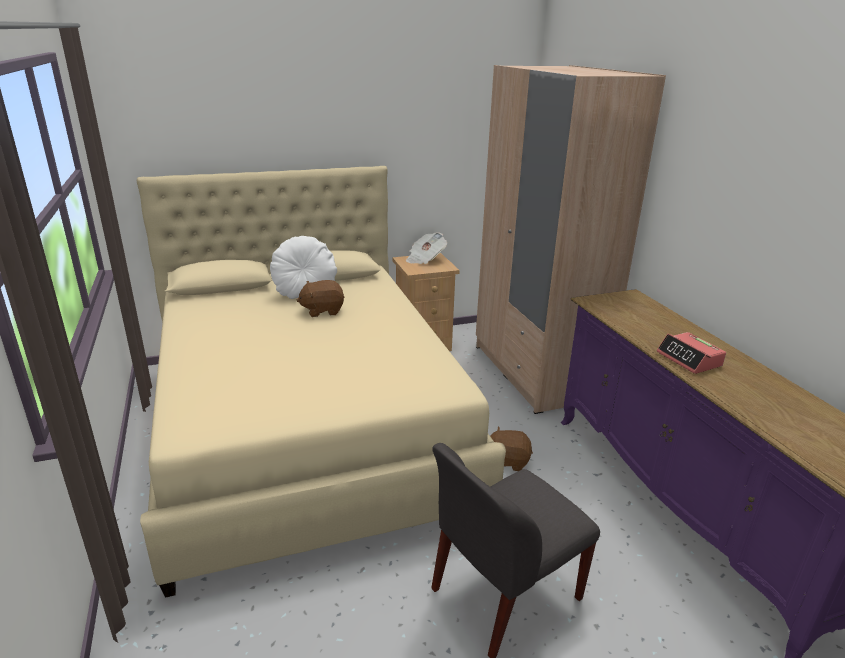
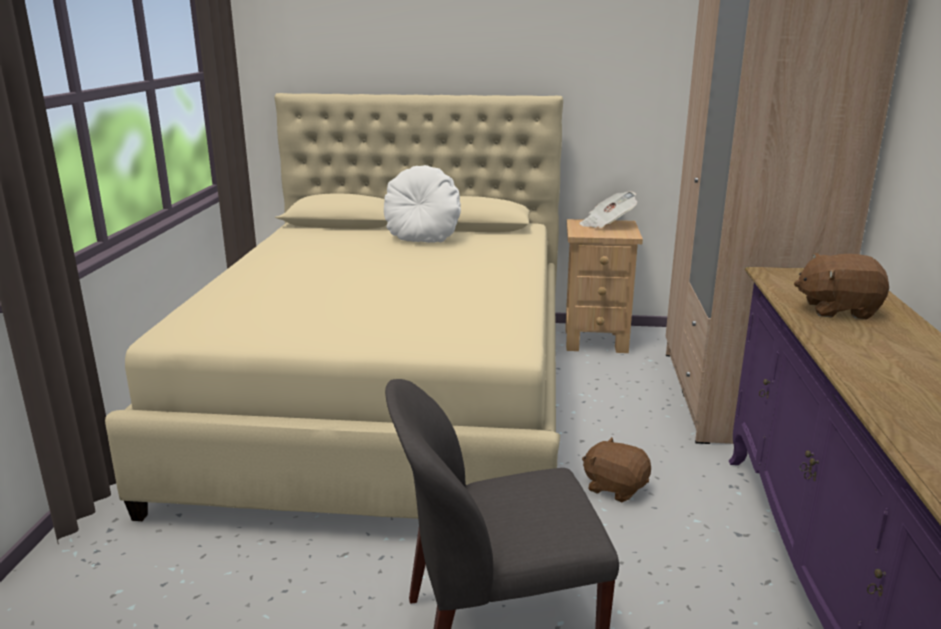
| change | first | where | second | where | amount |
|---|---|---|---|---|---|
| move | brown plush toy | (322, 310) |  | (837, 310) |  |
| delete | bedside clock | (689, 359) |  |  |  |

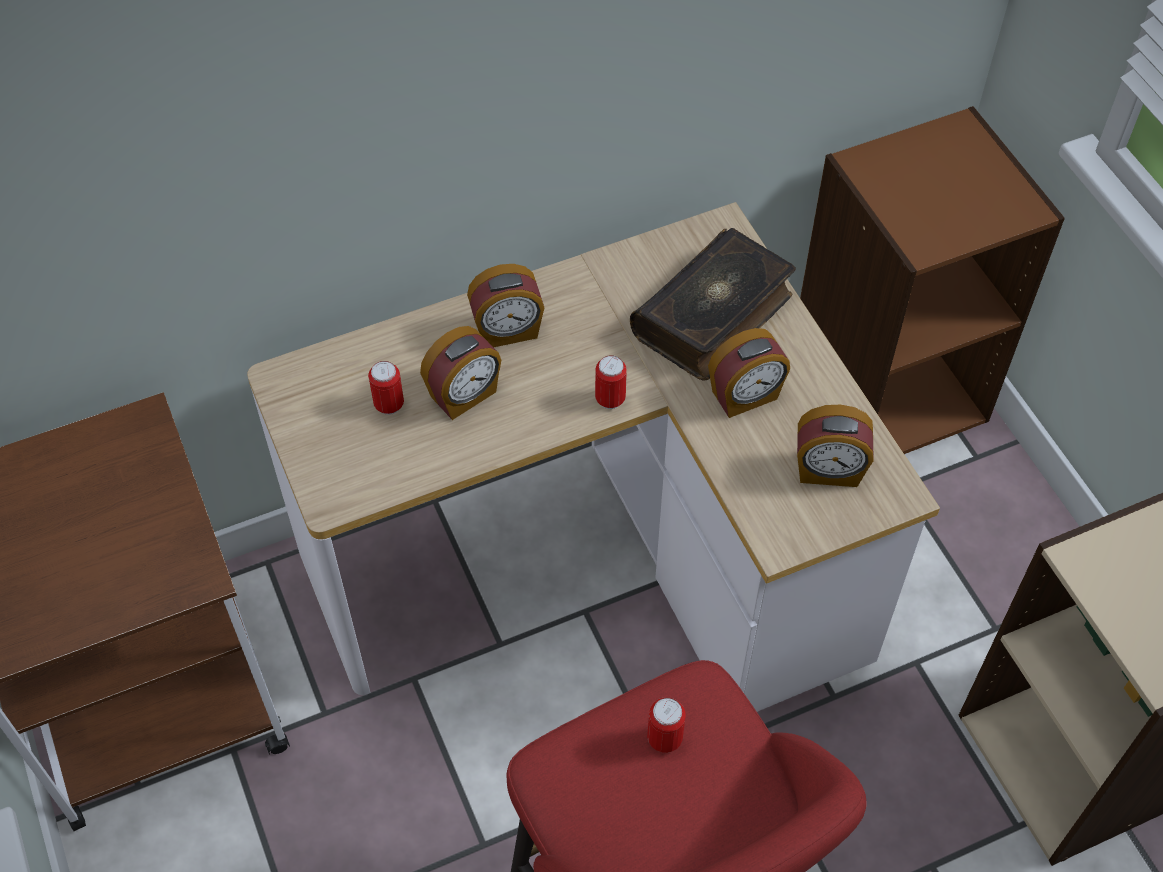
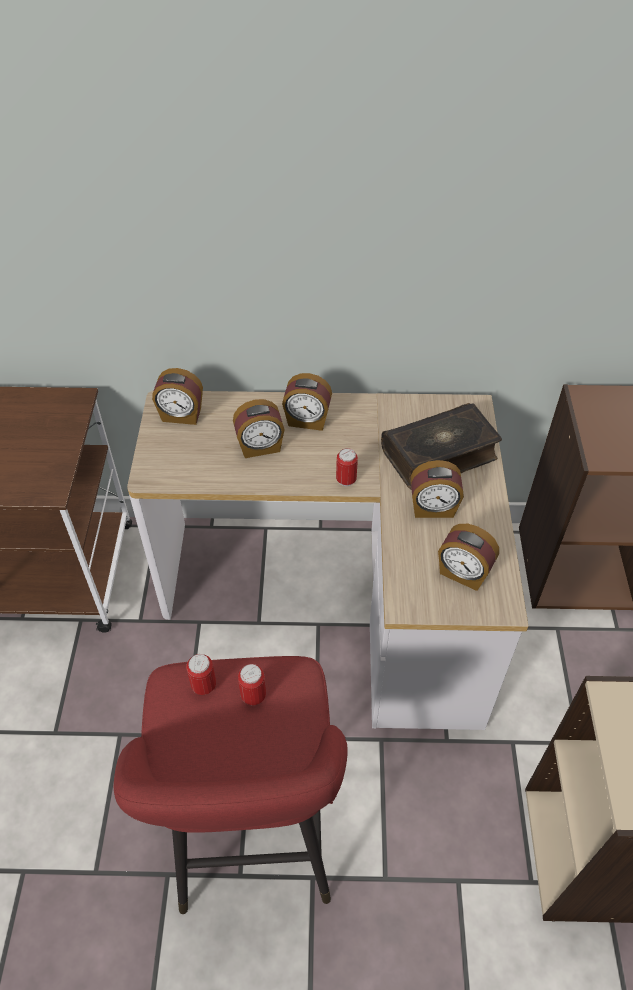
| change | first | where | second | where | amount |
|---|---|---|---|---|---|
| insert |  |  | bedside clock | (181, 416) |  |
| move | can | (389, 405) |  | (204, 685) |  |

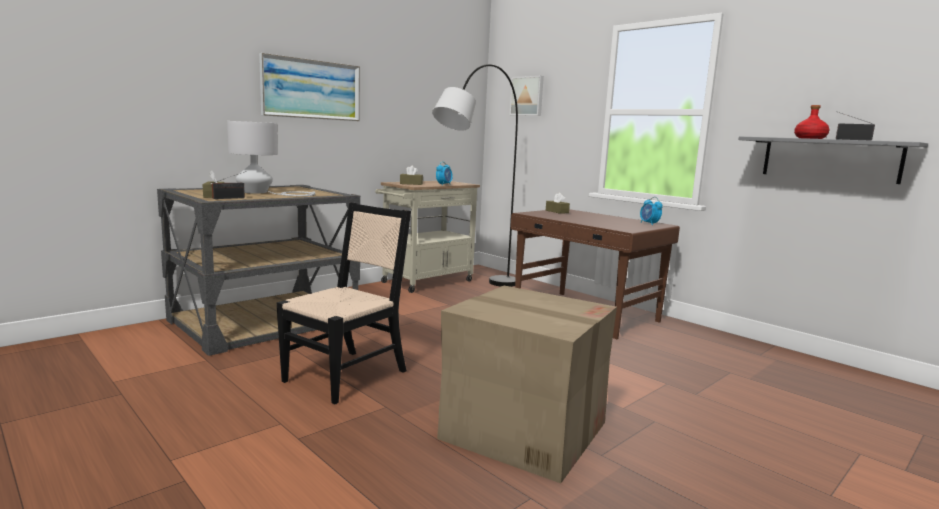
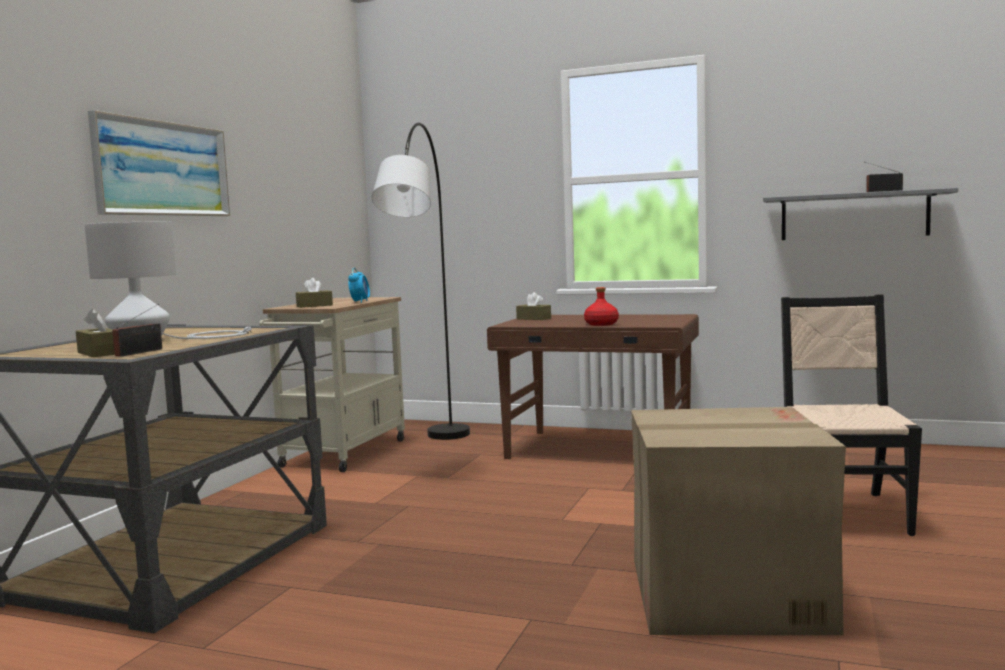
| change | first | where | second | where | amount |
|---|---|---|---|---|---|
| move | red bottle | (809, 138) |  | (601, 324) |  |
| move | upright chair | (345, 376) |  | (844, 513) |  |
| delete | picture | (527, 96) |  |  |  |
| delete | bedside clock | (649, 224) |  |  |  |

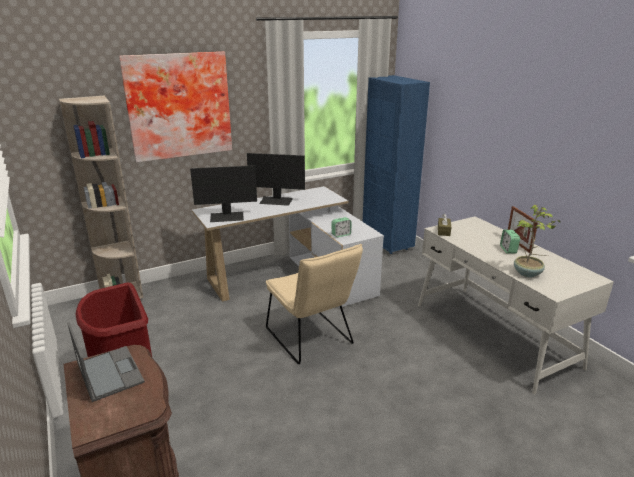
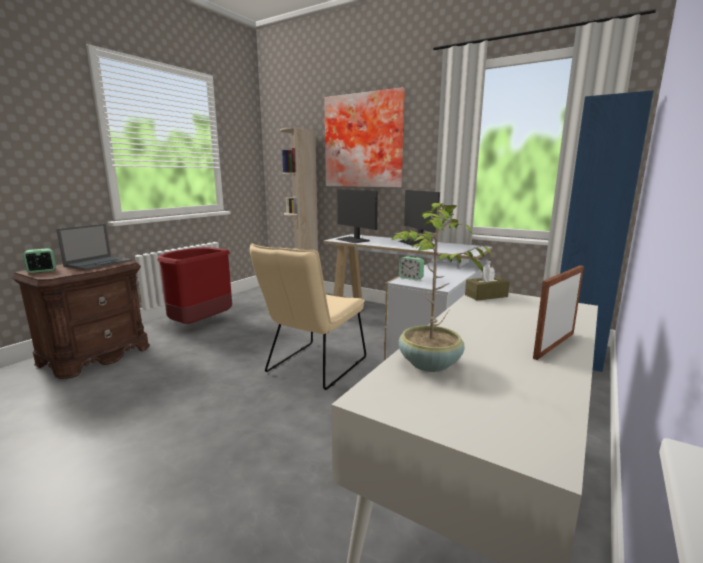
| change | first | where | second | where | amount |
|---|---|---|---|---|---|
| move | bedside clock | (508, 250) |  | (42, 271) |  |

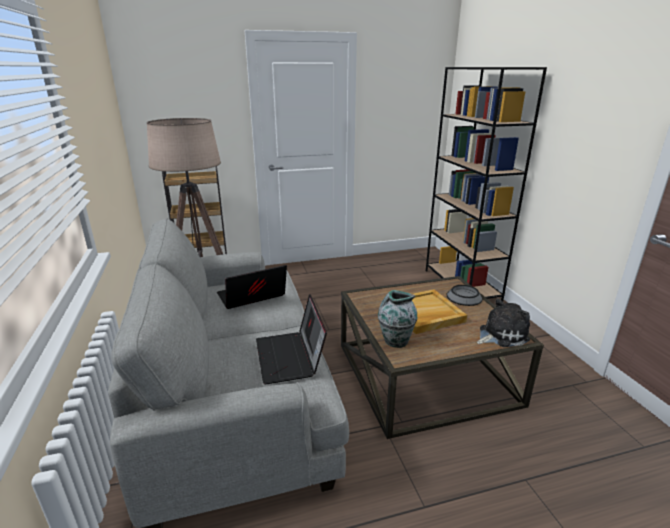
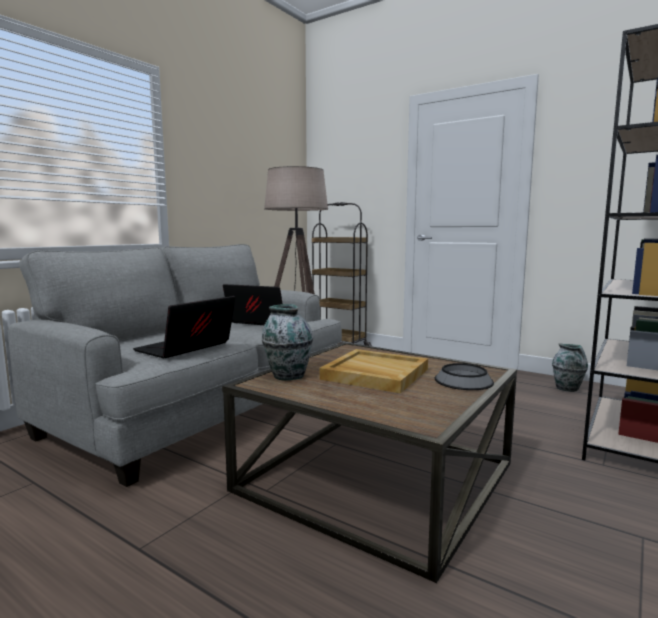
| change | first | where | second | where | amount |
|---|---|---|---|---|---|
| insert |  |  | vase | (567, 389) |  |
| delete | plush toy | (500, 335) |  |  |  |

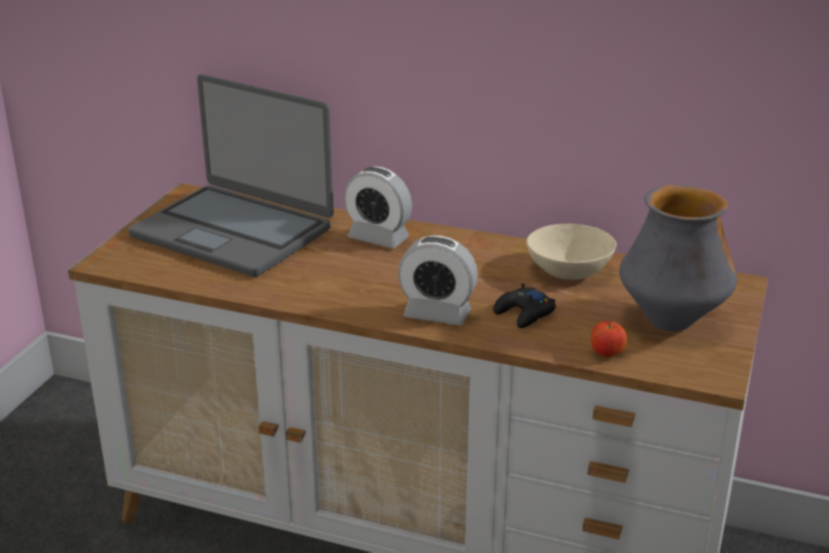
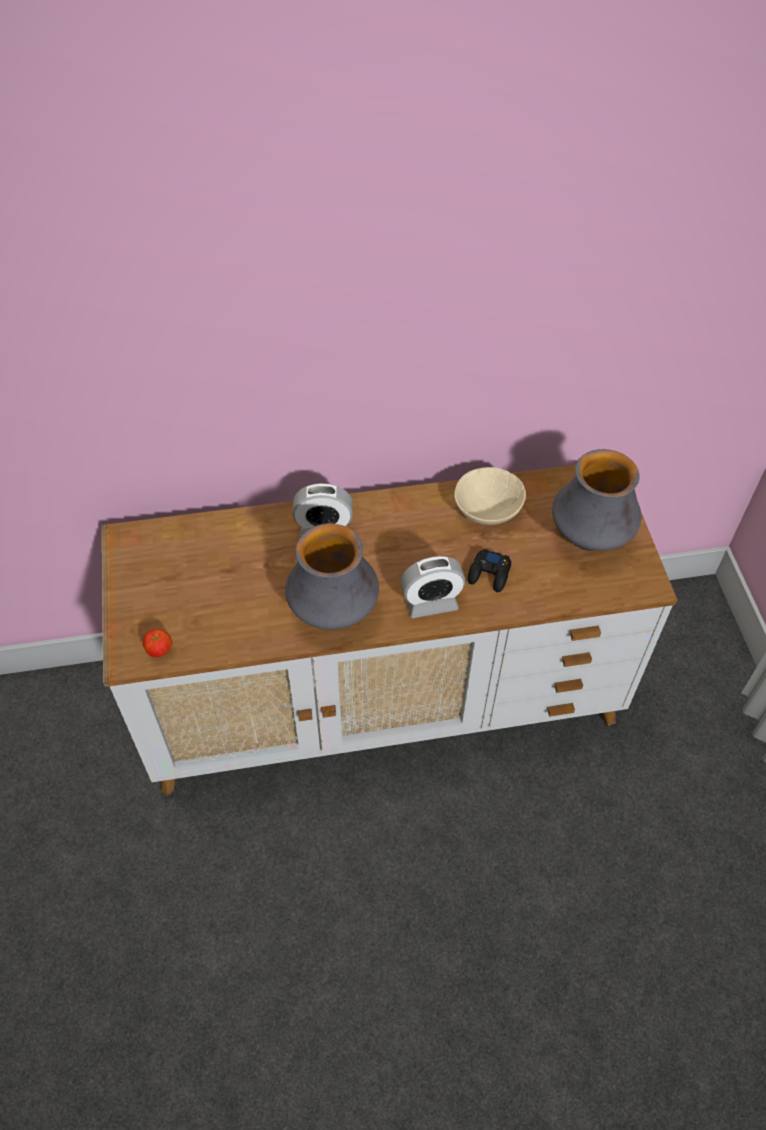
| change | first | where | second | where | amount |
|---|---|---|---|---|---|
| move | whole apple | (607, 354) |  | (160, 650) |  |
| insert |  |  | vase | (333, 613) |  |
| delete | notebook computer | (233, 231) |  |  |  |

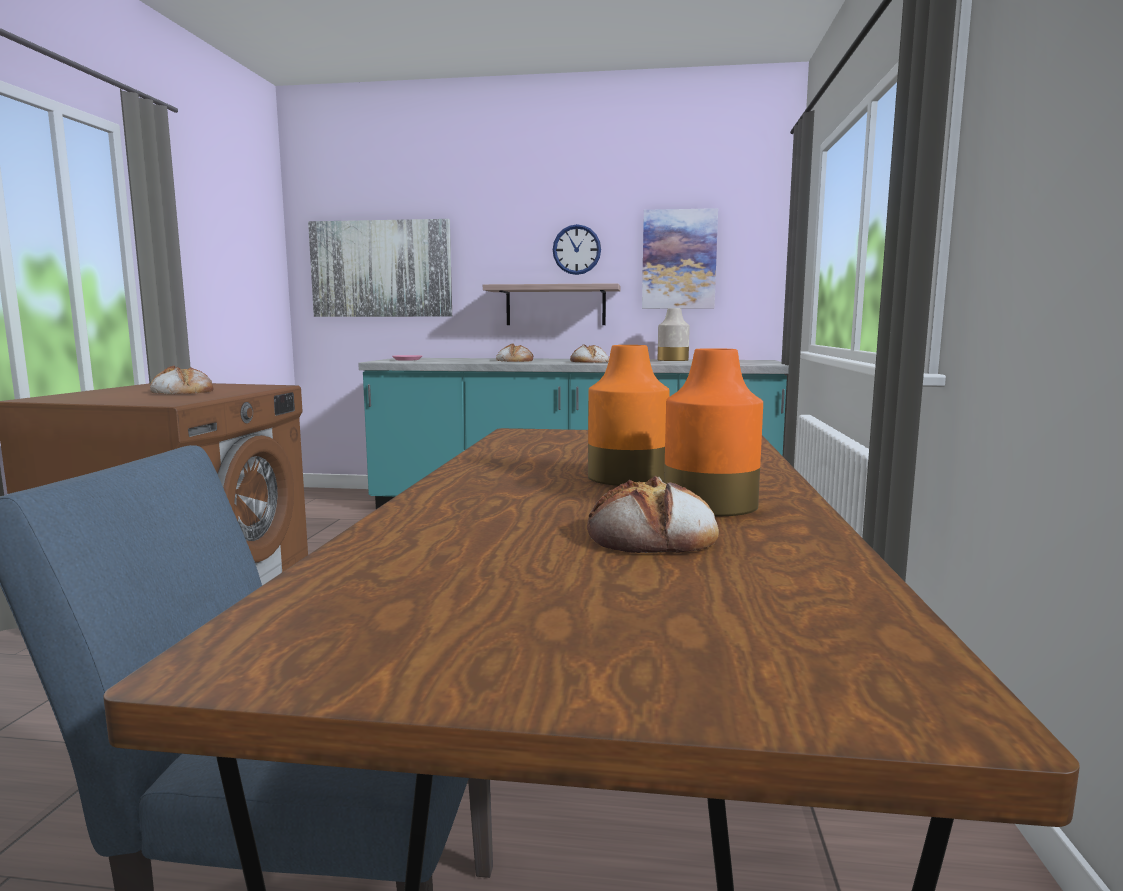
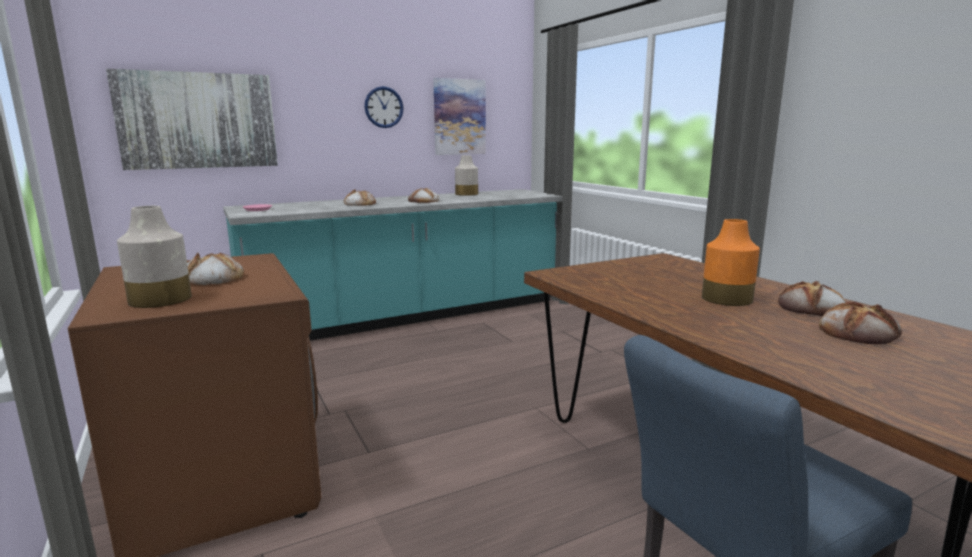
| change | first | where | second | where | amount |
|---|---|---|---|---|---|
| insert |  |  | beige-coloured vase | (160, 299) |  |
| replace | orangey vase | (711, 504) | bakery bread | (811, 308) |  |
| delete | wall shelf | (555, 305) |  |  |  |

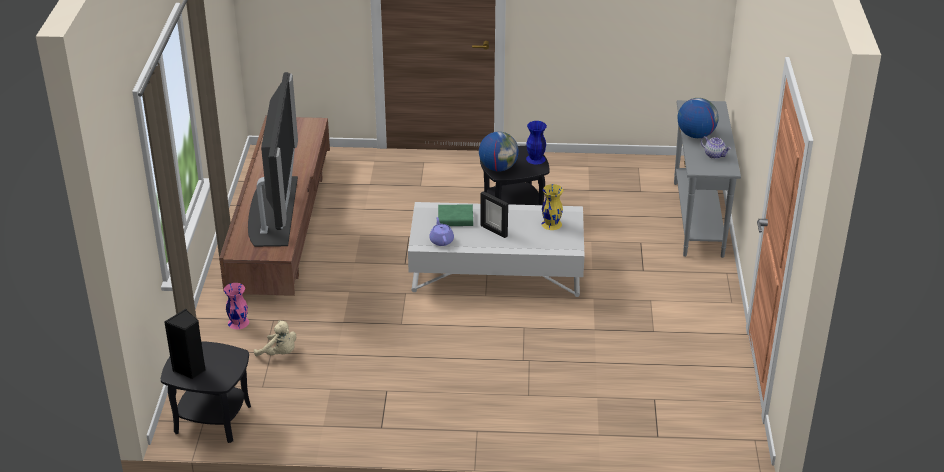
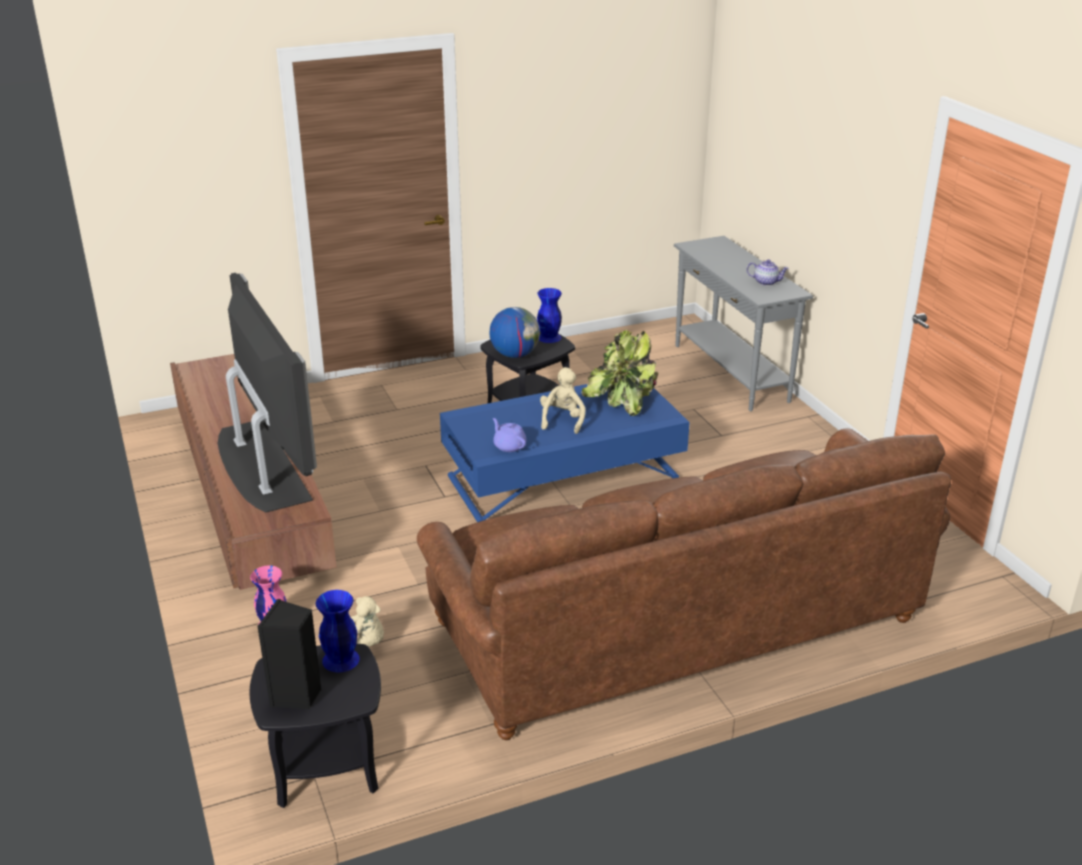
| change | first | where | second | where | amount |
|---|---|---|---|---|---|
| insert |  |  | blue-coloured vase | (340, 660) |  |
| insert |  |  | brown sofa | (676, 621) |  |
| recolor | white lounge table | (495, 272) | blue-coloured lounge table | (561, 478) |  |
| replace | photo frame | (494, 230) | beige-coloured plush toy | (562, 420) |  |
| replace | yellow-coloured vase | (551, 224) | houseplant | (622, 398) |  |
| delete | greenish book | (455, 219) |  |  |  |
| delete | world globe | (695, 135) |  |  |  |

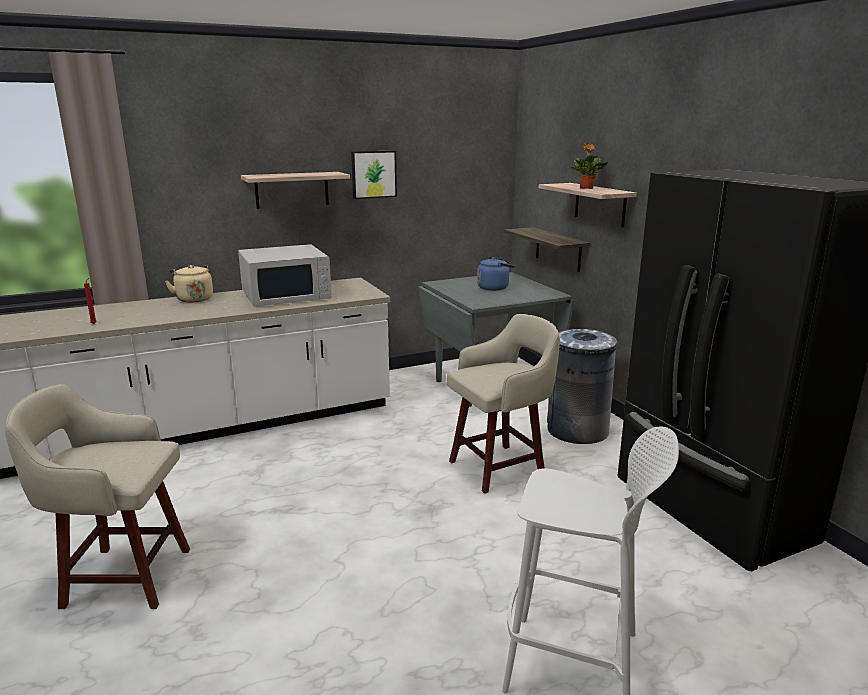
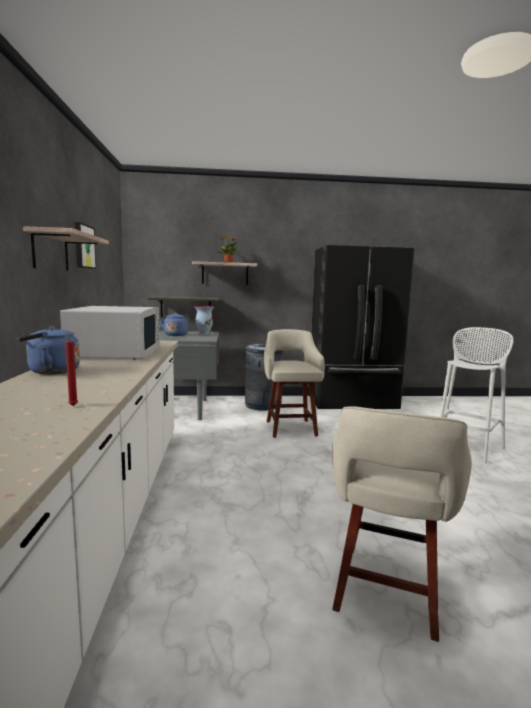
| change | first | where | second | where | amount |
|---|---|---|---|---|---|
| recolor | beige-coloured tea kettle | (193, 299) | blue-coloured tea kettle | (50, 371) |  |
| insert |  |  | vase | (204, 333) |  |

